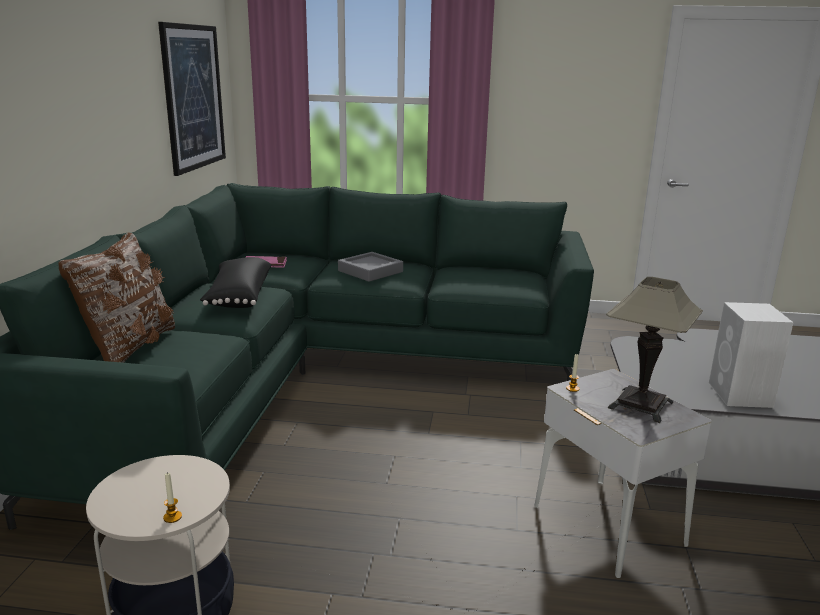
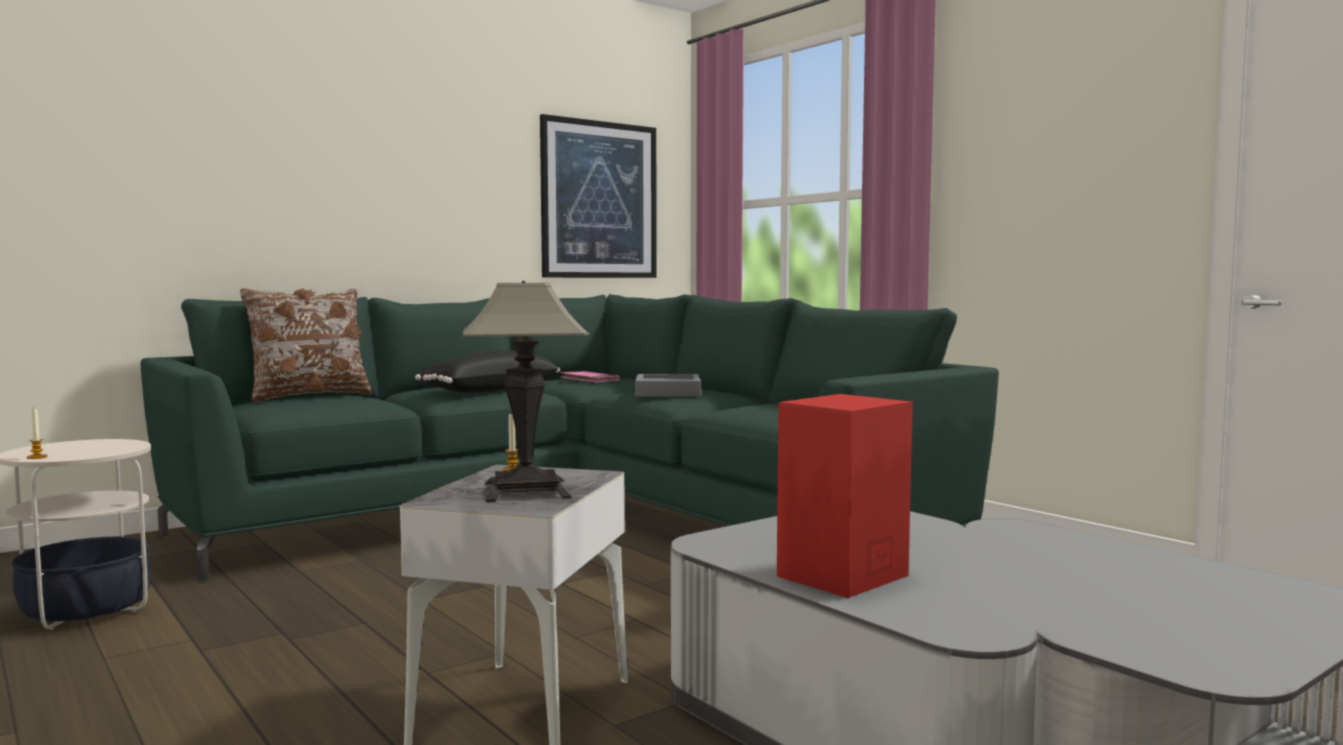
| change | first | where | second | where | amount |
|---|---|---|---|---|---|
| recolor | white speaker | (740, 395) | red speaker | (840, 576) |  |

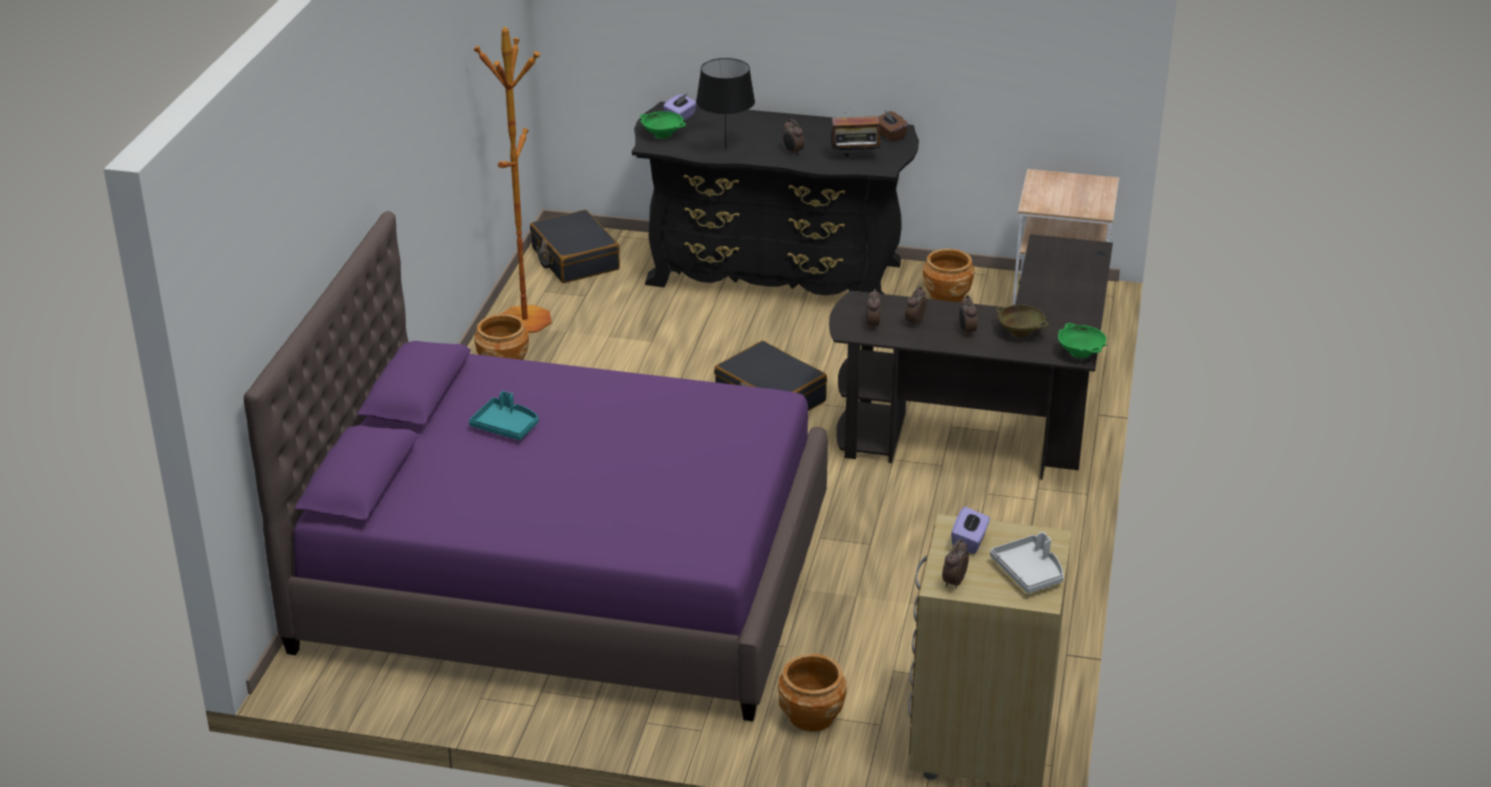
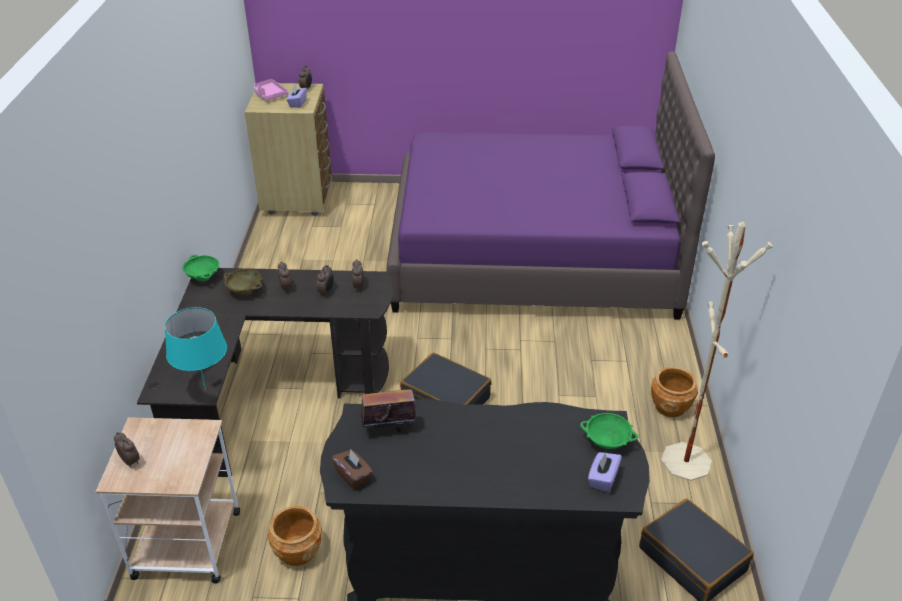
| change | first | where | second | where | amount |
|---|---|---|---|---|---|
| move | bedside clock | (792, 152) |  | (131, 461) |  |
| insert |  |  | turquoise-coloured table lamp | (205, 390) |  |
| recolor | greyish tray | (1029, 572) | pink-coloured tray | (269, 95) |  |
| recolor | orangey garment stand | (524, 319) | beige-coloured garment stand | (686, 461) |  |
| delete | turquoise-coloured tray | (506, 426) |  |  |  |
| delete | black table lamp | (725, 149) |  |  |  |
| delete | brown planter | (811, 716) |  |  |  |

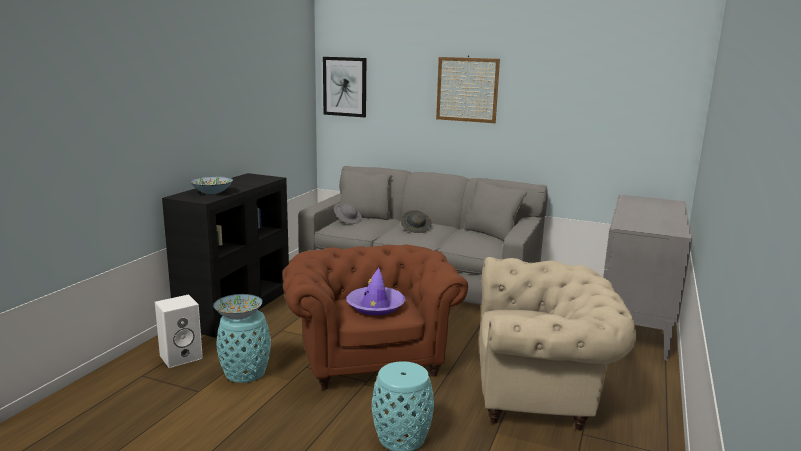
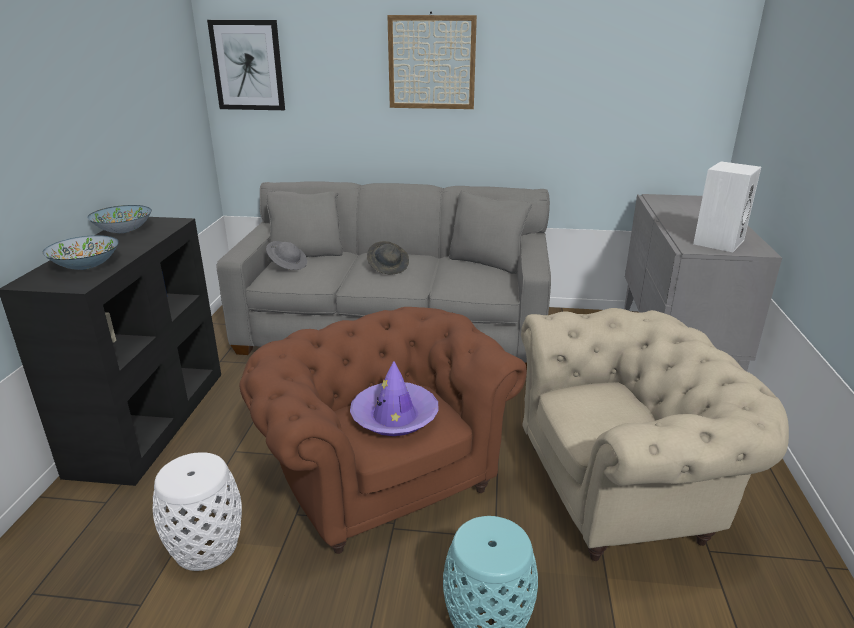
| change | first | where | second | where | amount |
|---|---|---|---|---|---|
| move | serving bowl | (238, 316) |  | (123, 231) |  |
| recolor | turquoise-coloured stool seat | (245, 372) | white stool seat | (206, 547) |  |
| move | white speaker | (182, 356) |  | (718, 241) |  |

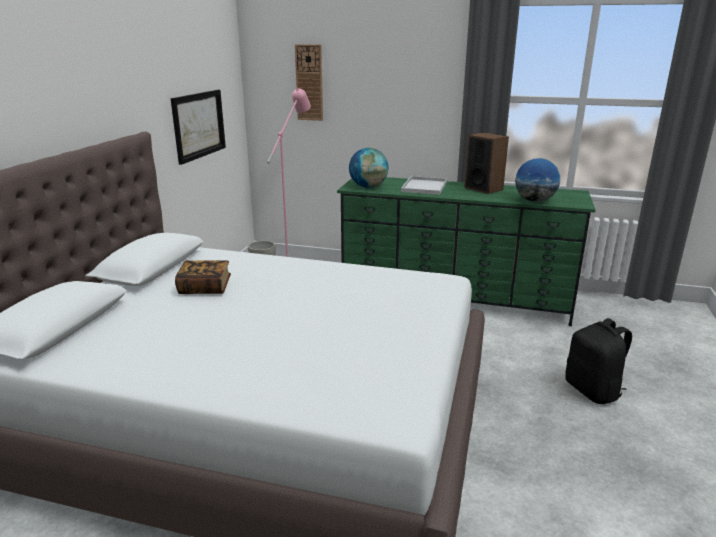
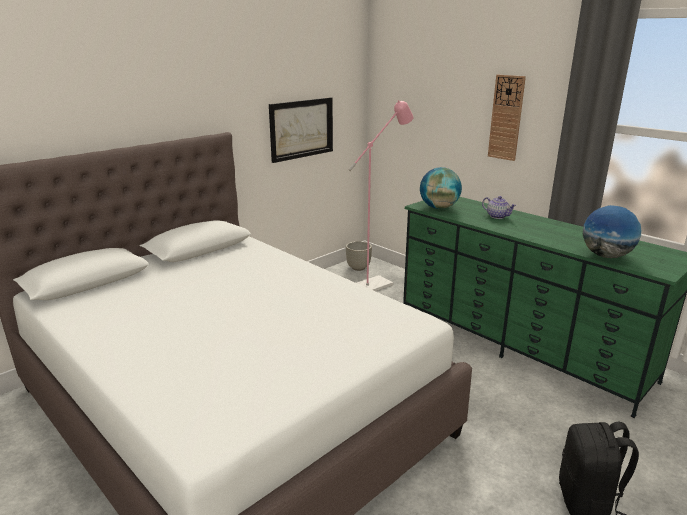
| change | first | where | second | where | amount |
|---|---|---|---|---|---|
| replace | white tray | (424, 186) | pot for tea | (497, 216) |  |
| move | hanging clock | (309, 83) |  | (506, 118) |  |
| delete | book | (205, 288) |  |  |  |
| delete | speaker | (483, 188) |  |  |  |

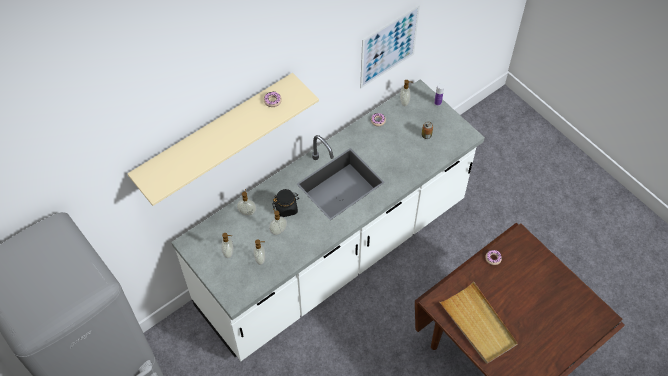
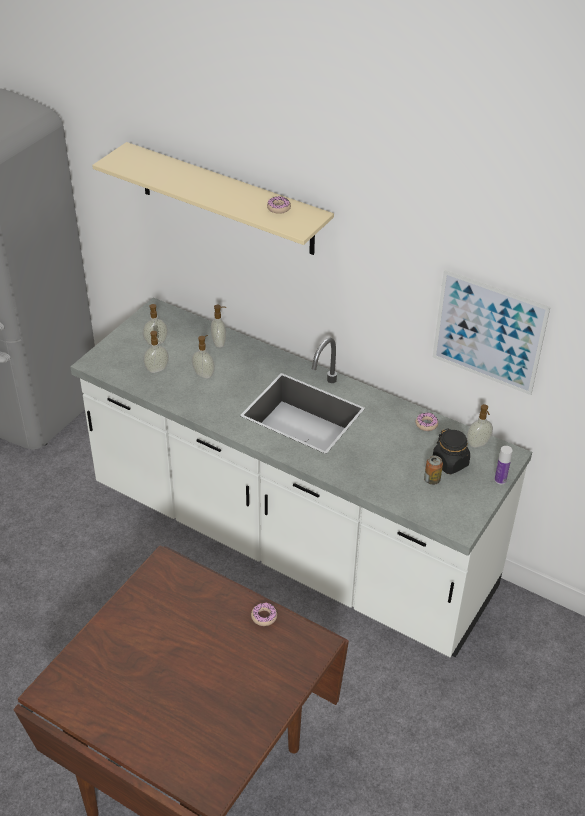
| change | first | where | second | where | amount |
|---|---|---|---|---|---|
| move | black preserve jar | (286, 208) |  | (450, 463) |  |
| delete | beige-coloured tray | (478, 324) |  |  |  |

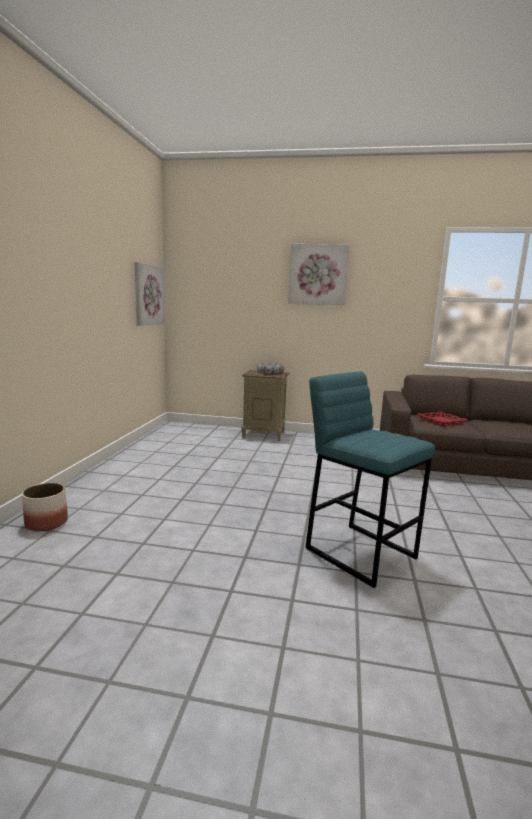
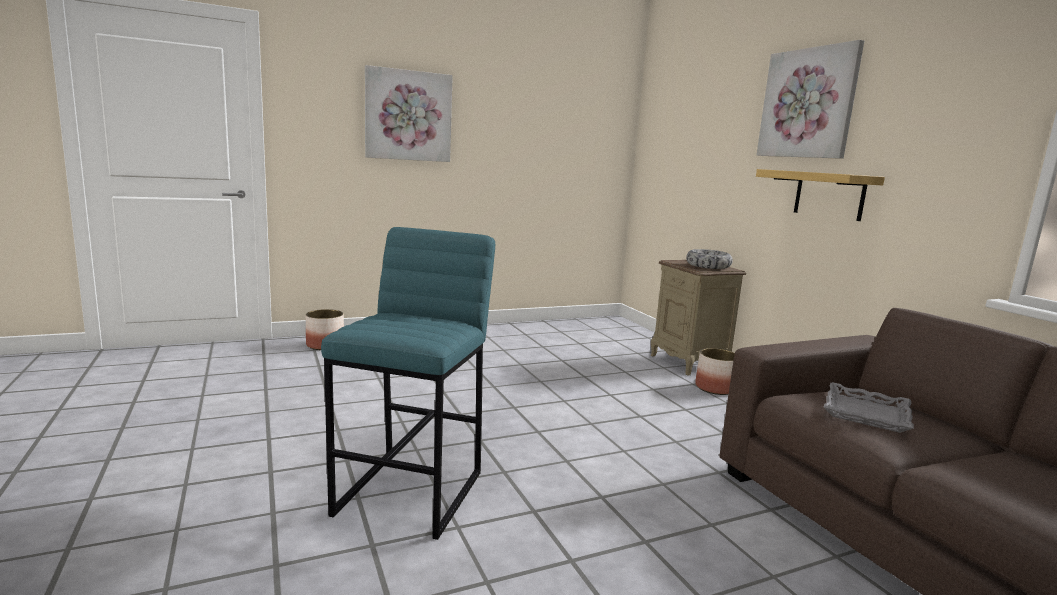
| change | first | where | second | where | amount |
|---|---|---|---|---|---|
| move | picture | (148, 295) |  | (408, 116) |  |
| insert |  |  | planter | (715, 388) |  |
| insert |  |  | wall shelf | (829, 195) |  |
| recolor | red tray | (441, 421) | greyish tray | (867, 414) |  |

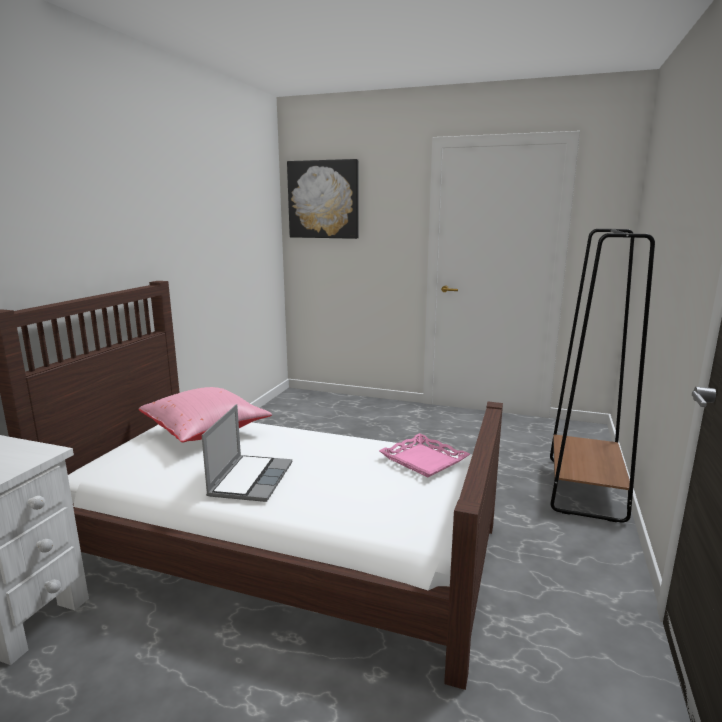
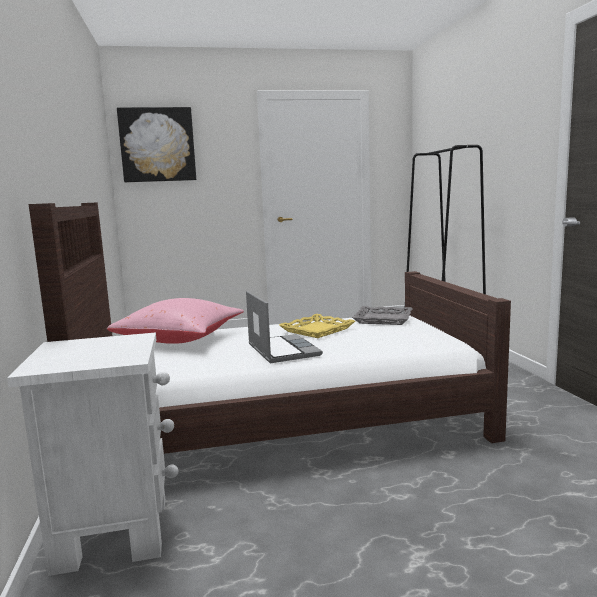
| change | first | where | second | where | amount |
|---|---|---|---|---|---|
| insert |  |  | yellow-coloured tray | (317, 330) |  |
| recolor | pink-coloured tray | (423, 460) | greyish tray | (383, 319) |  |

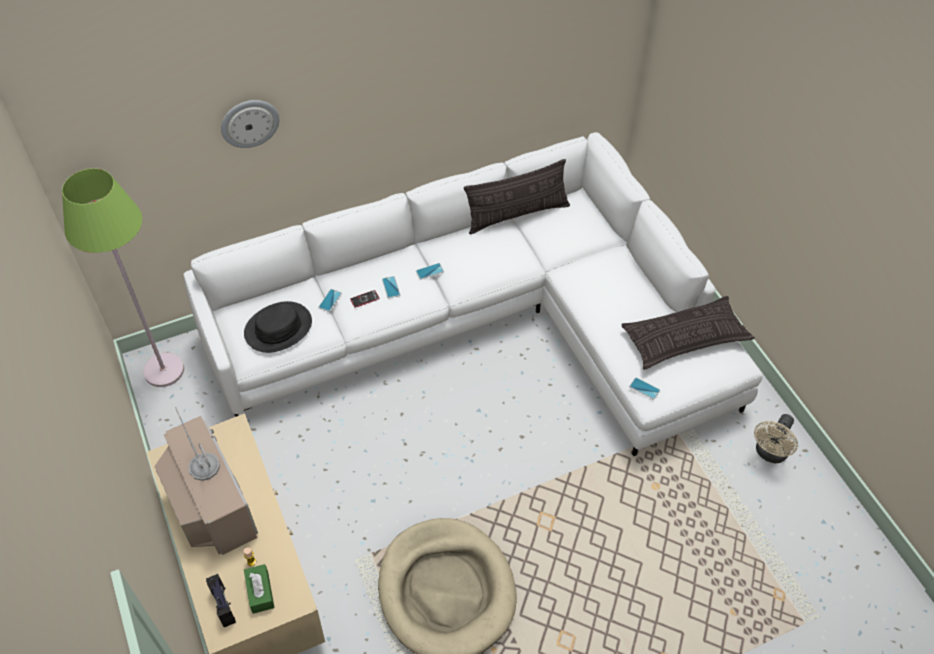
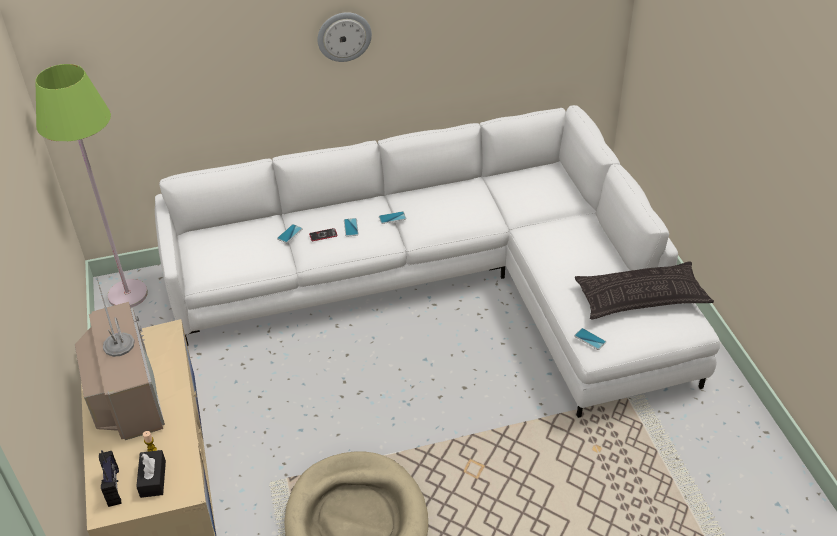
| change | first | where | second | where | amount |
|---|---|---|---|---|---|
| recolor | greenish tissue box | (260, 592) | black tissue box | (153, 479) |  |
| move | hanging clock | (249, 123) |  | (344, 36) |  |
| delete | black hat | (278, 328) |  |  |  |
| delete | throw pillow | (517, 215) |  |  |  |
| delete | beige-coloured electric fan | (769, 454) |  |  |  |

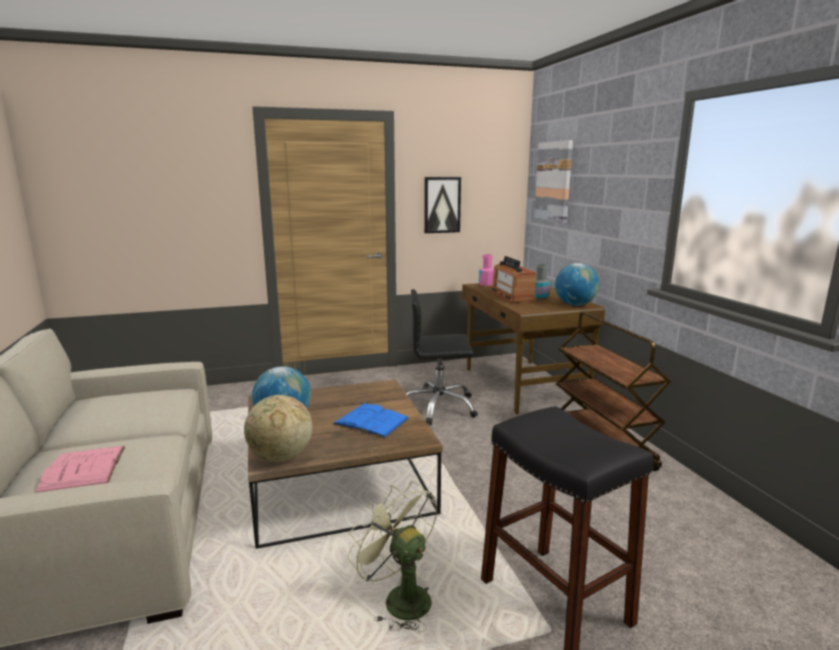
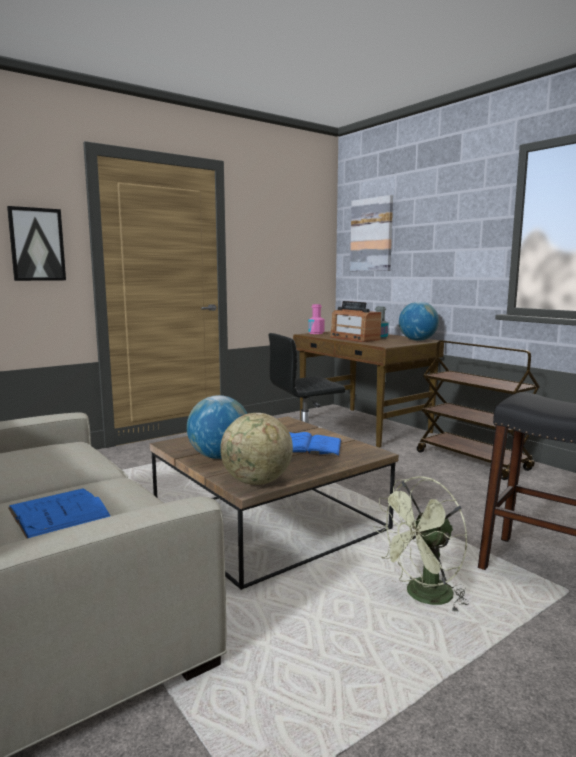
| change | first | where | second | where | amount |
|---|---|---|---|---|---|
| move | picture | (442, 205) |  | (37, 244) |  |
| recolor | pink-coloured book | (83, 469) | blue-coloured book | (59, 515) |  |
| rotate | greenish electric fan | (399, 598) |  | (423, 597) | 60 degrees counterclockwise |

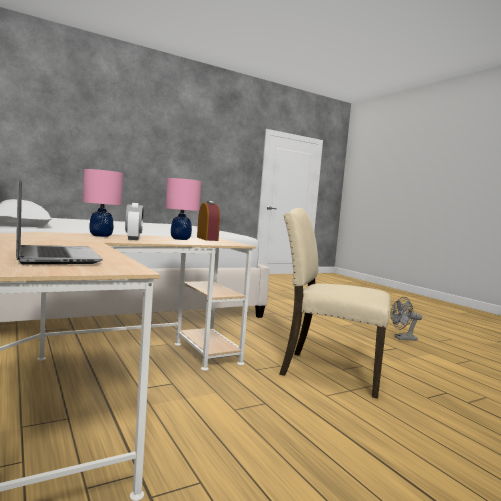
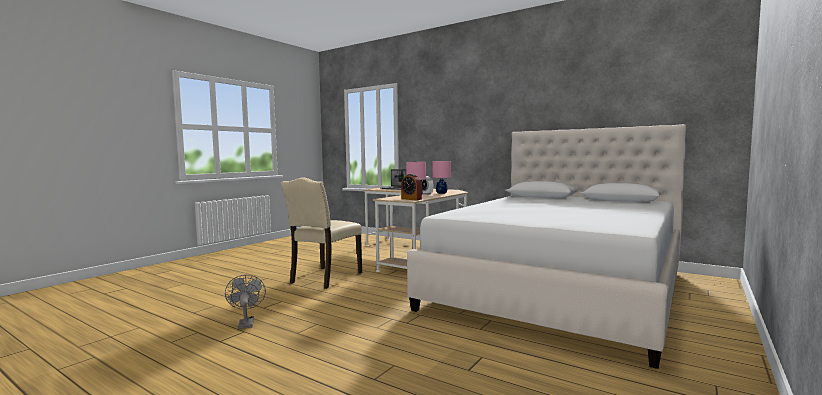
| change | first | where | second | where | amount |
|---|---|---|---|---|---|
| rotate | greyish electric fan | (402, 338) |  | (246, 323) | 75 degrees counterclockwise |
| rotate | beige-coloured upright chair | (328, 371) |  | (324, 278) | 120 degrees clockwise |

